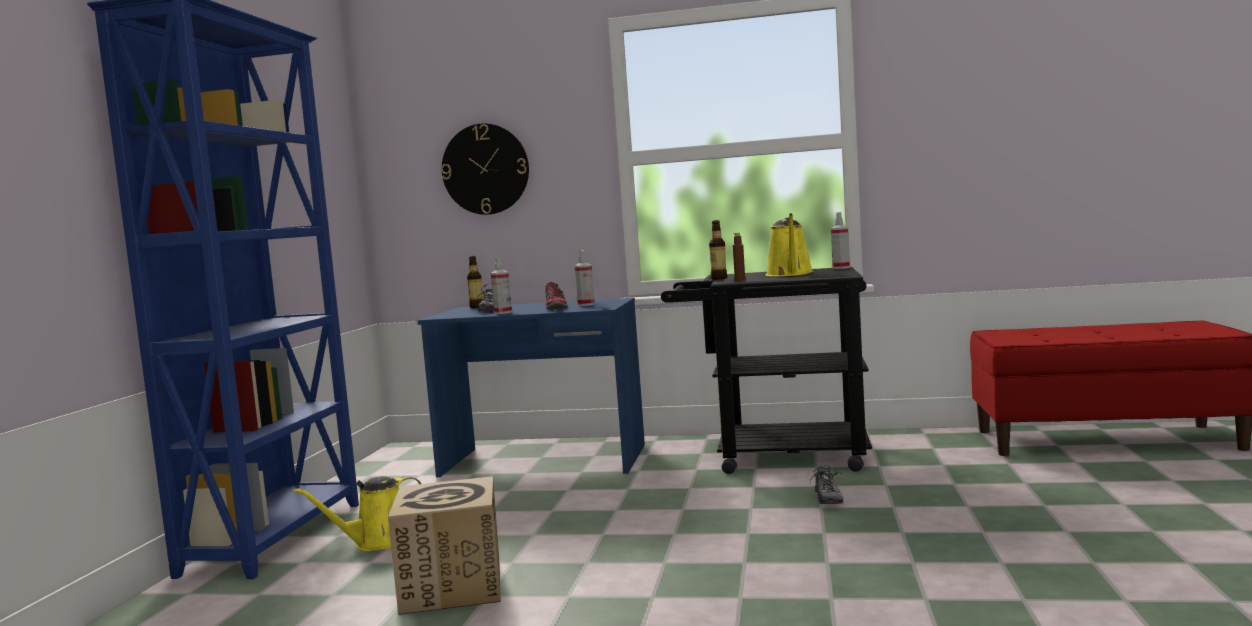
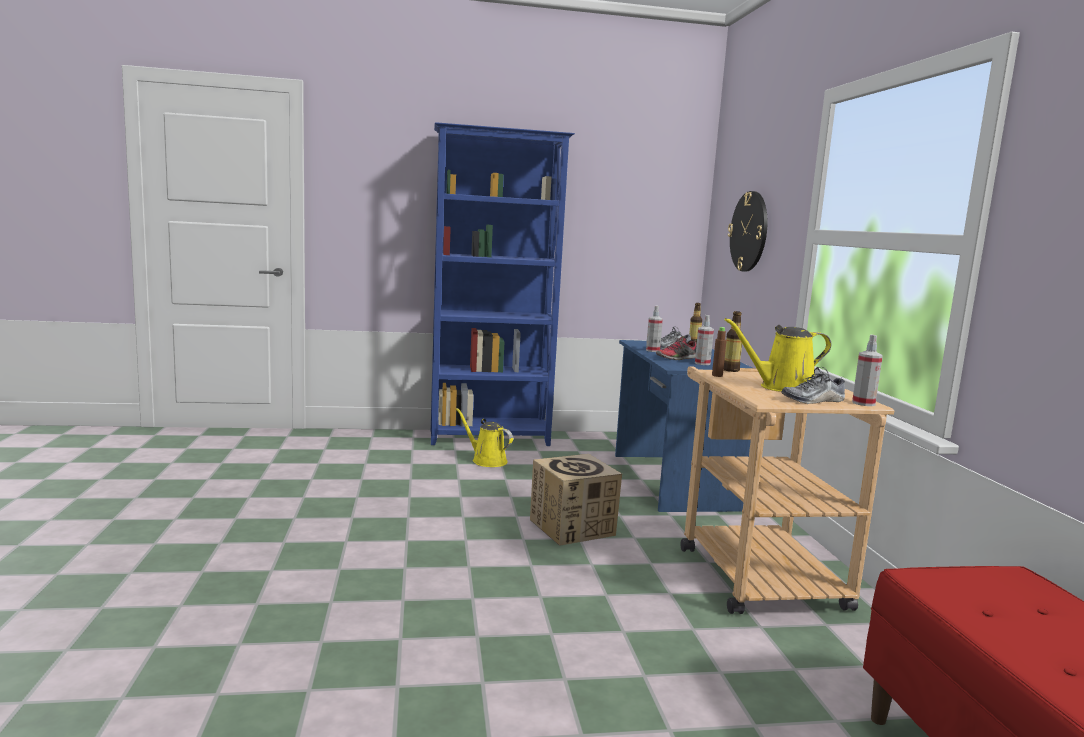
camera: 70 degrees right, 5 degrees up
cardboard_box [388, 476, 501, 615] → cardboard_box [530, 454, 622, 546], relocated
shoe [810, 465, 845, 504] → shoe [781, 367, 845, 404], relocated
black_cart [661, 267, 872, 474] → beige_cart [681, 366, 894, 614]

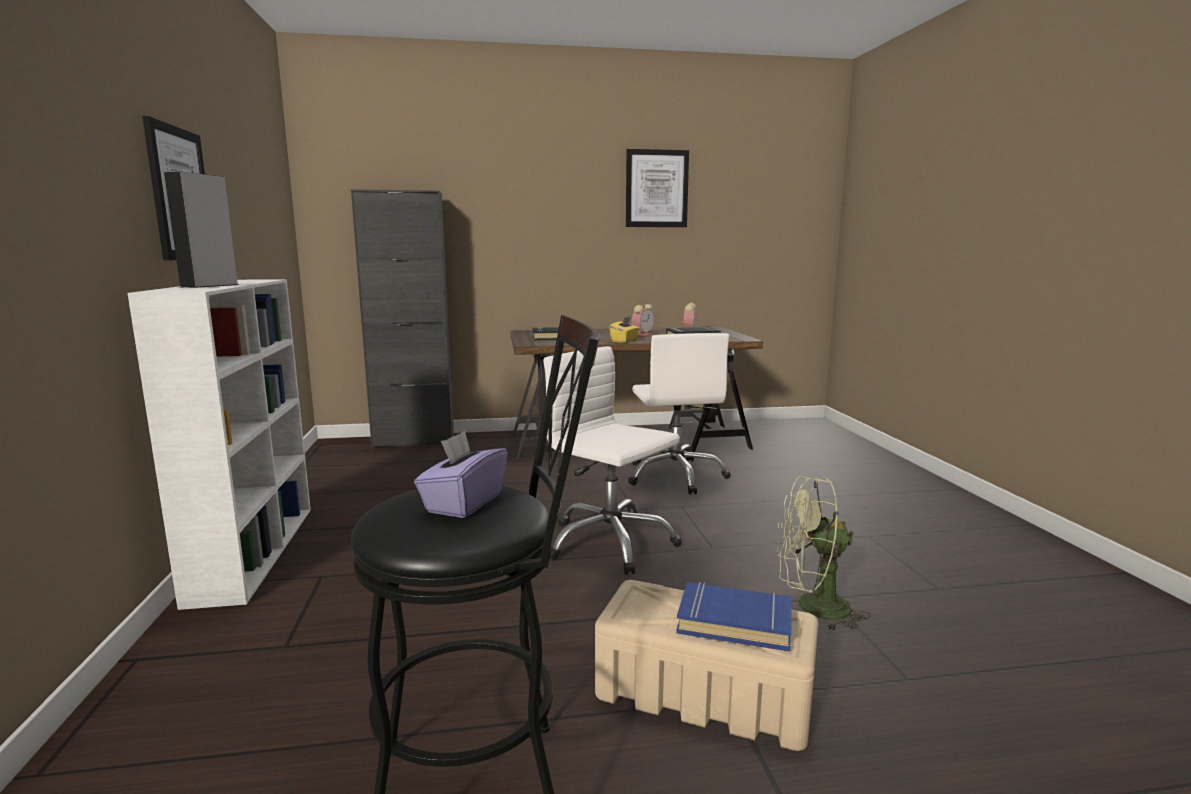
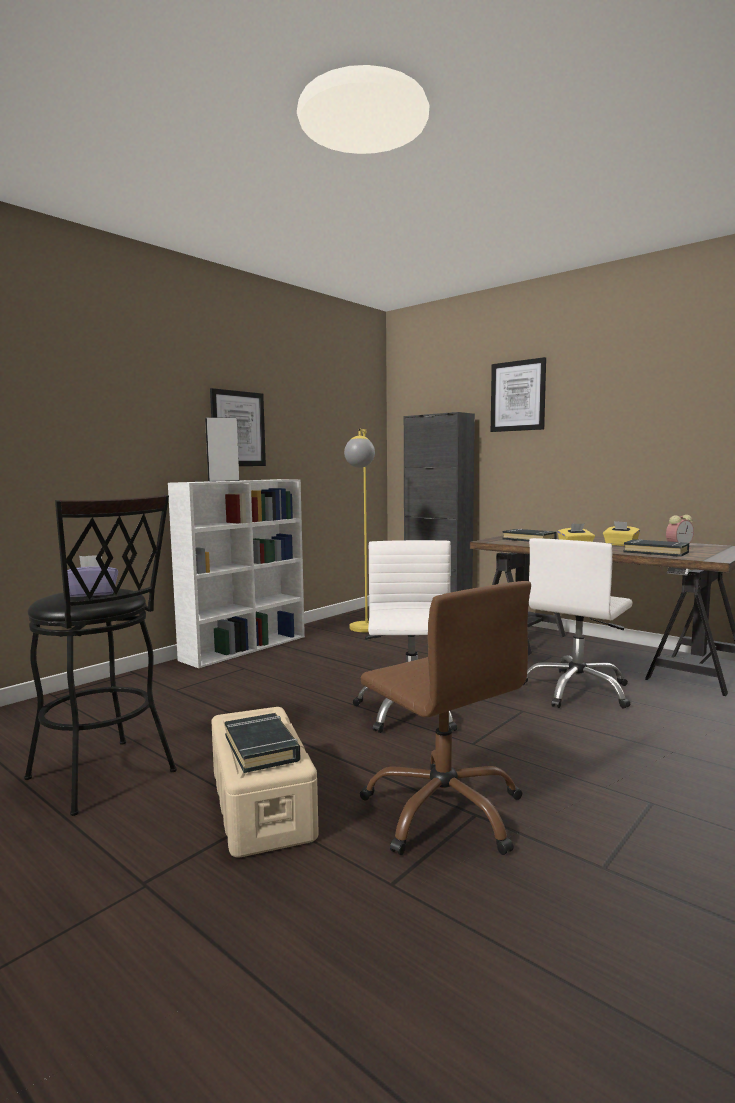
camera: 50 degrees right, 5 degrees down
- → yellow_floor_lamp [344, 428, 375, 632]
picture [626, 149, 689, 227] → picture [491, 357, 546, 432], relocated
alarm_clock [632, 304, 654, 336] → yellow_tissue_box [603, 521, 640, 546]
green_fan [776, 476, 871, 632] → brown_office_chair [360, 581, 531, 855]
blue_book [676, 582, 792, 652] → black_book [225, 713, 300, 773]

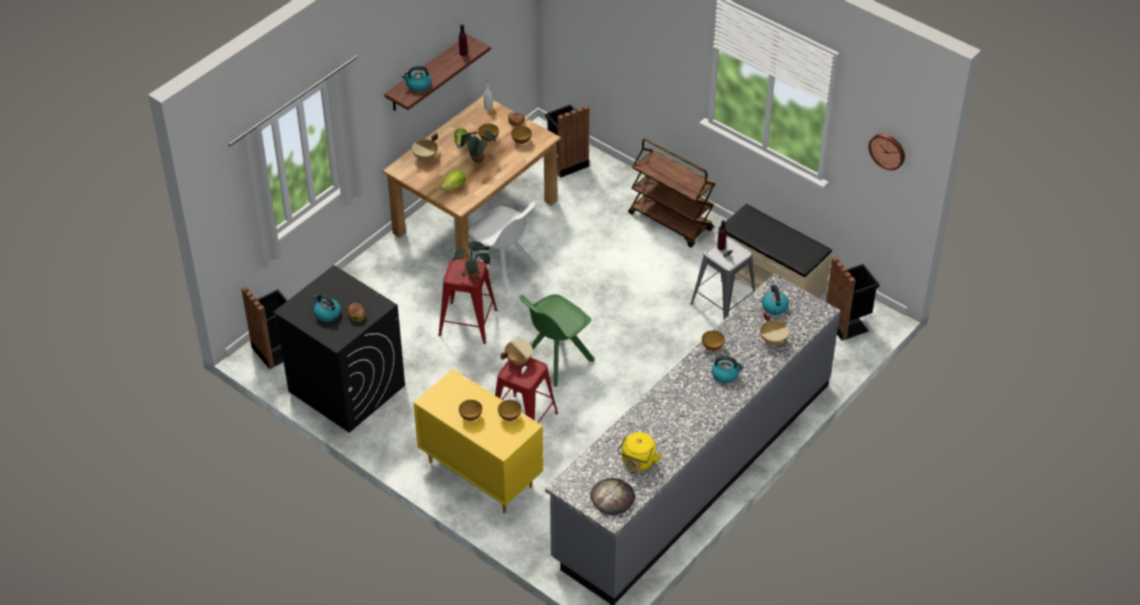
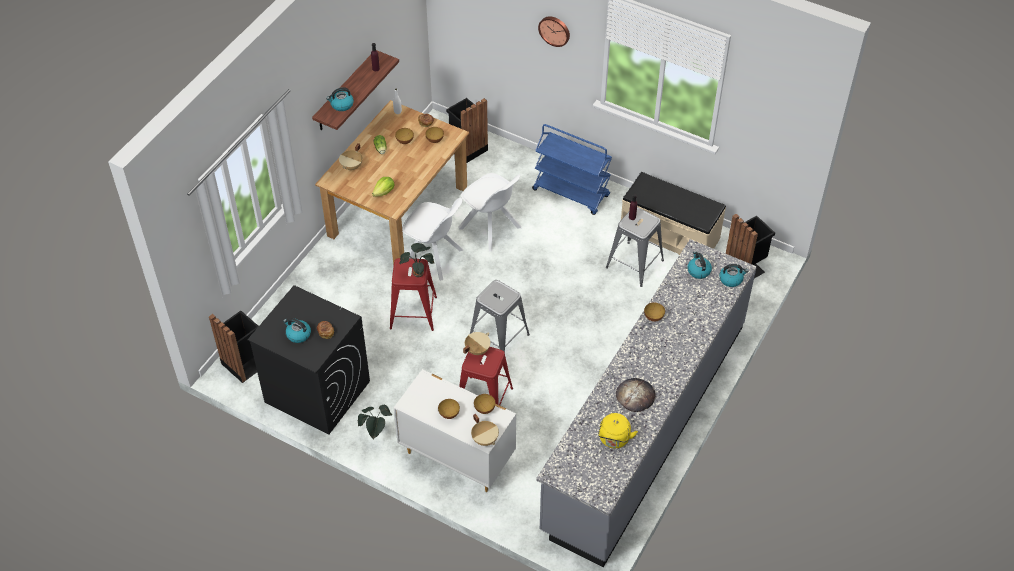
camera: 10 degrees left, 5 degrees up
- → white_chair [458, 173, 521, 252]
potted_plant [460, 131, 496, 163] → potted_plant [358, 405, 392, 439], relocated
bread [590, 478, 635, 515] → bread [616, 378, 655, 412], relocated
kettle [711, 356, 744, 383] → kettle [719, 264, 748, 287], relocated
beige_cooking_pot [760, 312, 789, 345] → beige_cooking_pot [471, 414, 499, 446], relocated
wall_clock [869, 134, 905, 170] → wall_clock [538, 16, 570, 47], relocated
green_chair [520, 294, 595, 387] → grey_stool [470, 280, 530, 352]
yellow_dresser [414, 369, 543, 513] → white_dresser [394, 369, 516, 492]
brown_cart [628, 138, 715, 248] → blue_cart [532, 124, 612, 215]

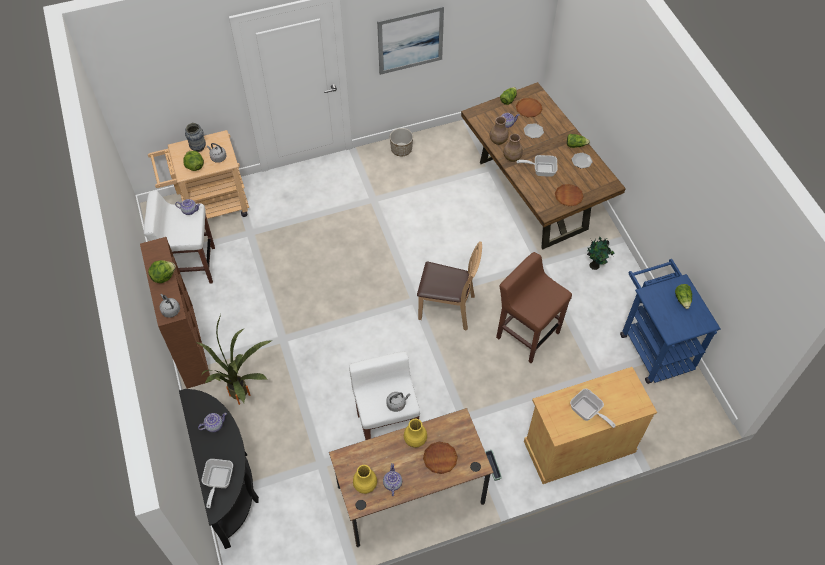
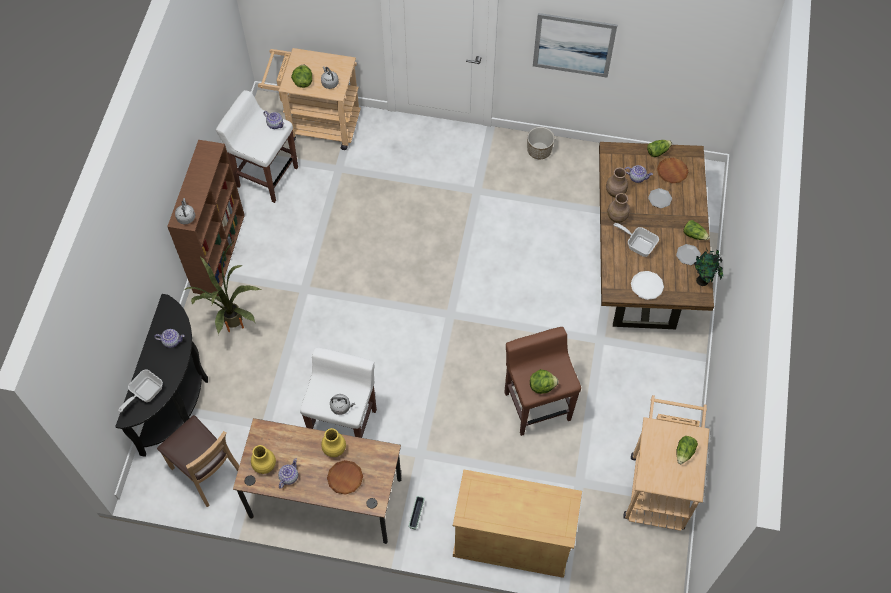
camera: 30 degrees right, 5 degrees up
vase [185, 123, 206, 152] → -
frying_pan [570, 389, 616, 428] → -
lettuce [148, 260, 176, 283] → lettuce [530, 369, 559, 394], relocated
brown_chair [417, 241, 482, 331] → brown_chair [157, 415, 239, 507], relocated
potted_plant [587, 237, 615, 270] → potted_plant [694, 247, 723, 286], relocated
brown_plate [555, 184, 584, 206] → white_plate [631, 271, 664, 300]
blue_cart [620, 259, 721, 384] → beige_cart [623, 395, 710, 531]

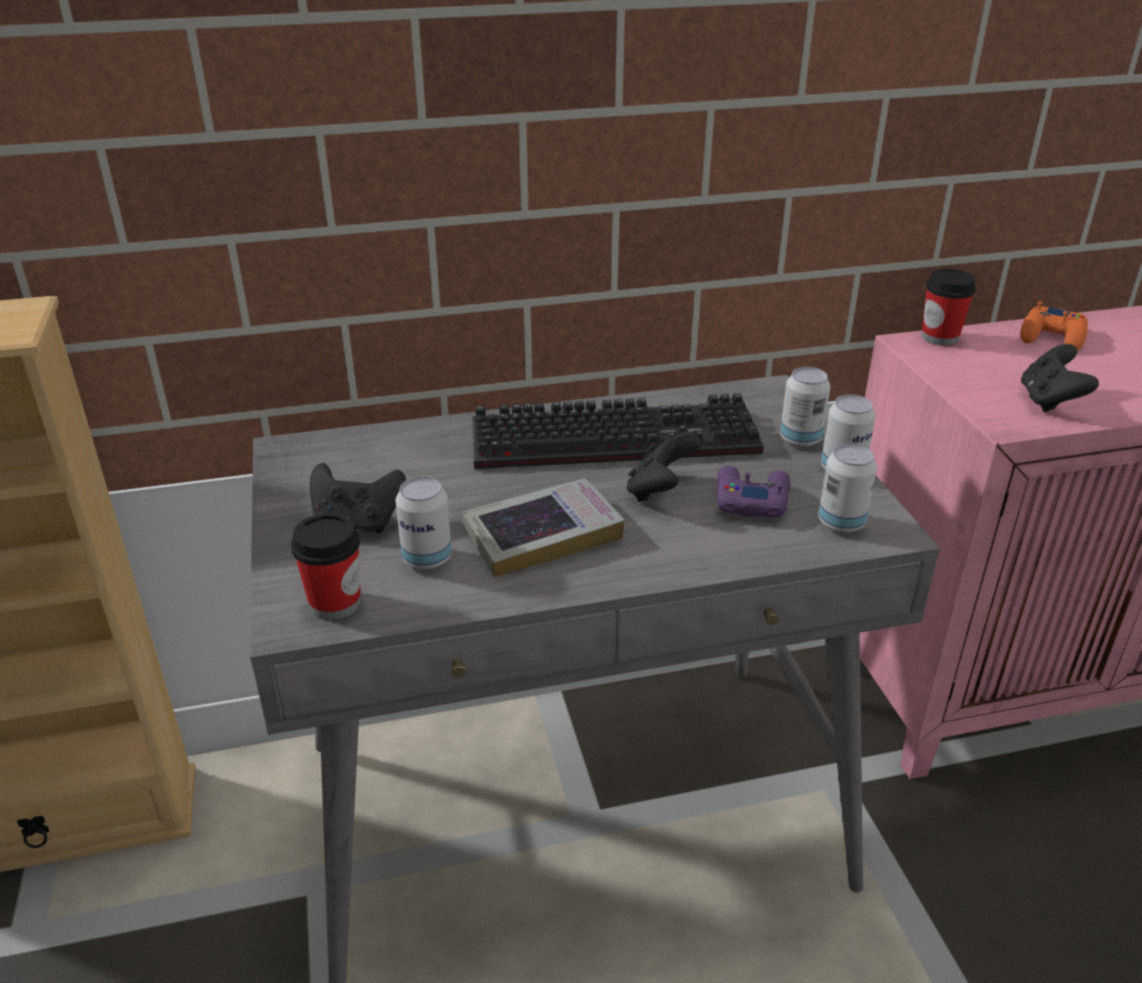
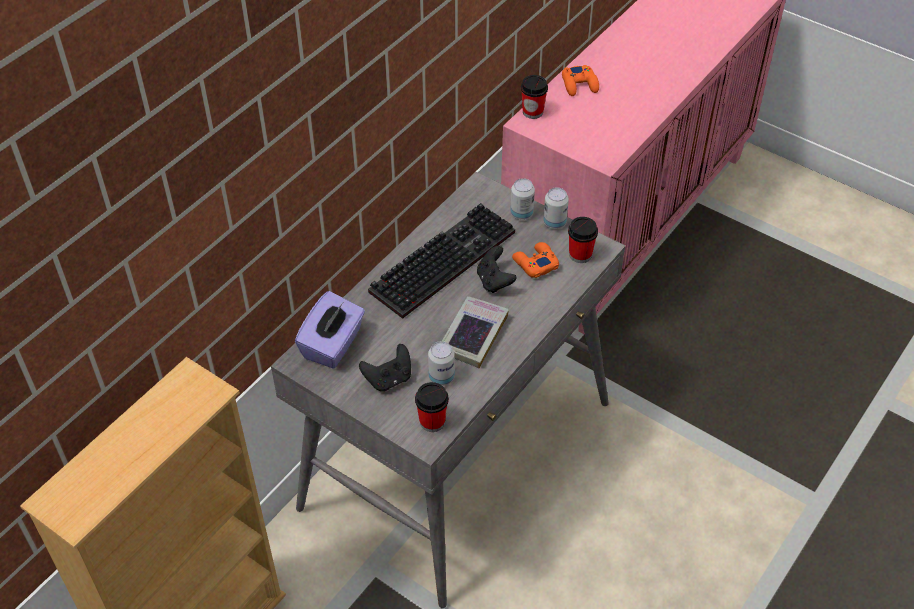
camera: 40 degrees left, 15 degrees up
black_game_controller [1021, 344, 1099, 412] → -
- → purple_tissue_box [295, 291, 365, 369]
can [818, 443, 877, 533] → cup [568, 217, 598, 263]
purple_game_controller [717, 466, 791, 517] → orange_game_controller [512, 242, 559, 278]

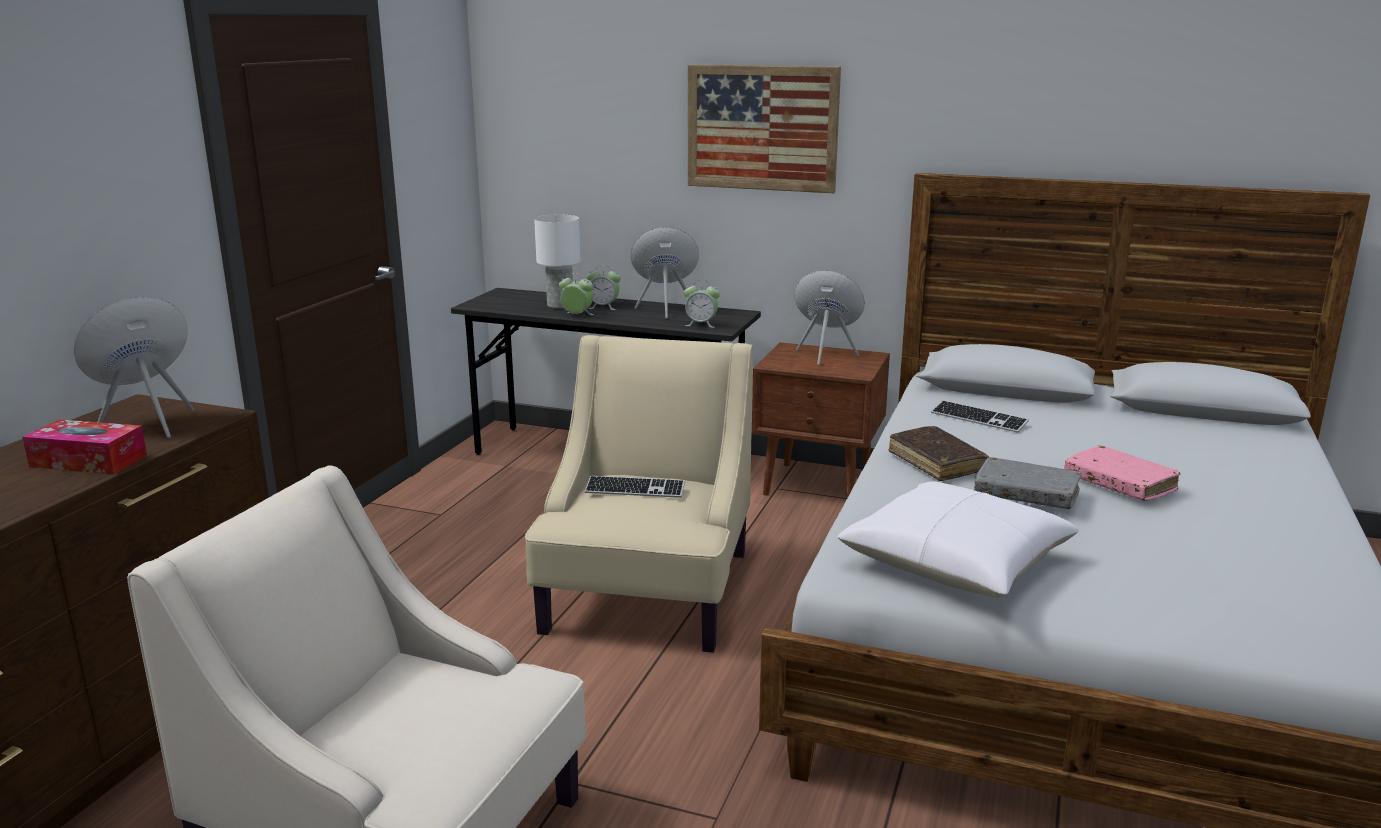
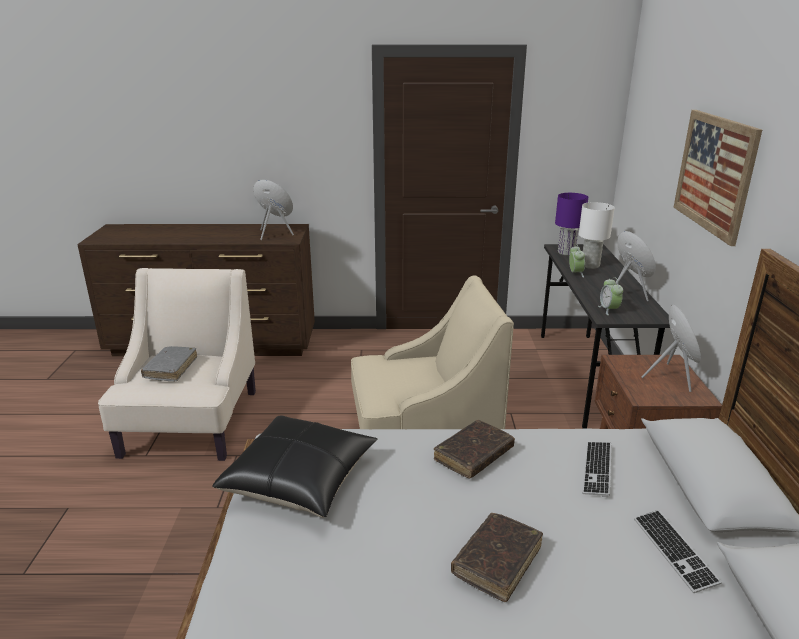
camera: 70 degrees right, 5 degrees up
tissue_box [22, 419, 147, 474] → -
alarm_clock [587, 265, 620, 310] → -
- → purple_table_lamp [555, 193, 588, 256]
keyboard [585, 476, 685, 498] → keyboard [634, 510, 722, 593], relocated
grey_book [974, 457, 1082, 509] → grey_book [141, 346, 197, 381], relocated
white_pillow [838, 481, 1079, 597] → black_pillow [212, 415, 378, 517]
pink_book [1064, 445, 1181, 501] → brown_book [451, 513, 543, 602]

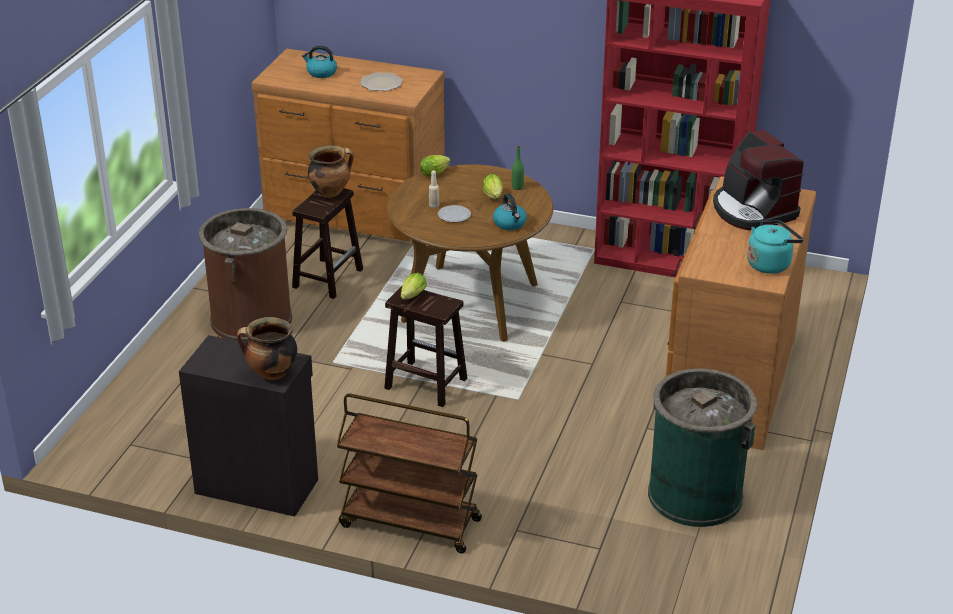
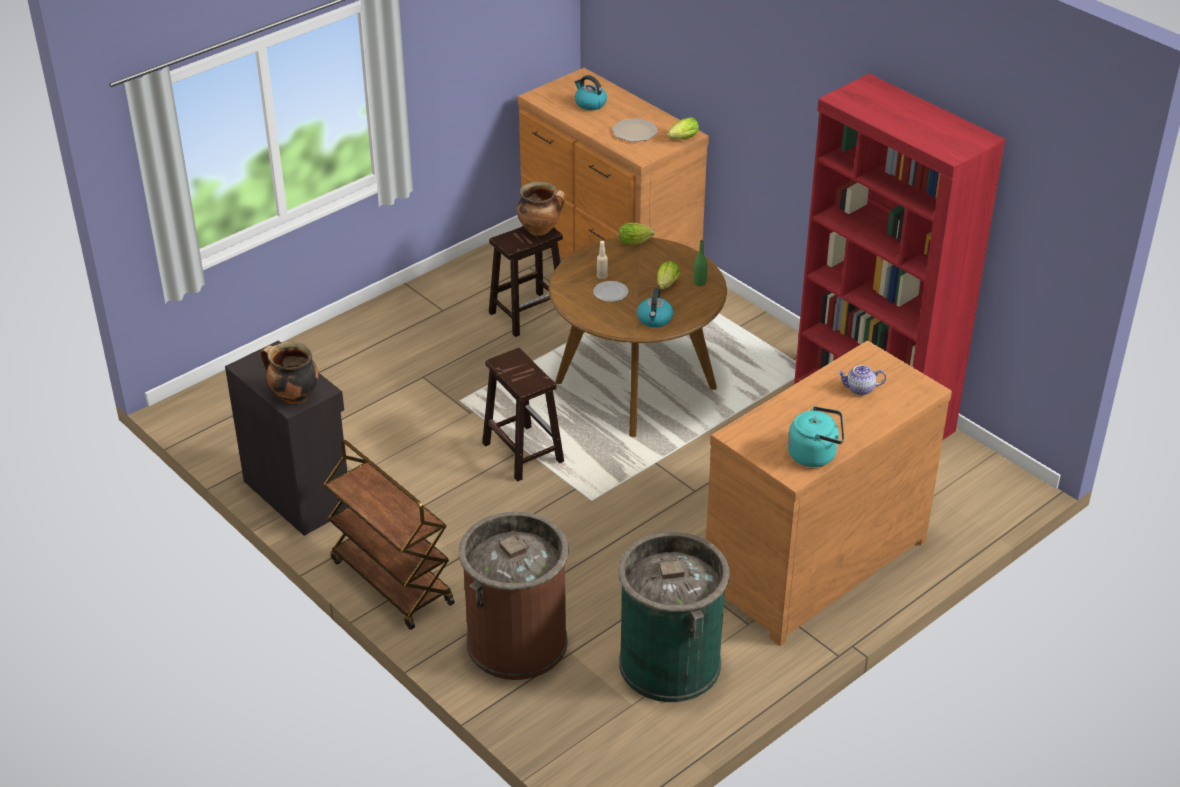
camera: 30 degrees right, 5 degrees up
brown_trash_can [199, 208, 292, 342] → brown_trash_can [459, 512, 569, 680], relocated
lettuce [401, 273, 427, 299] → lettuce [667, 117, 699, 139], relocated
coffee_machine [713, 130, 804, 230] → teapot [838, 365, 886, 395]

